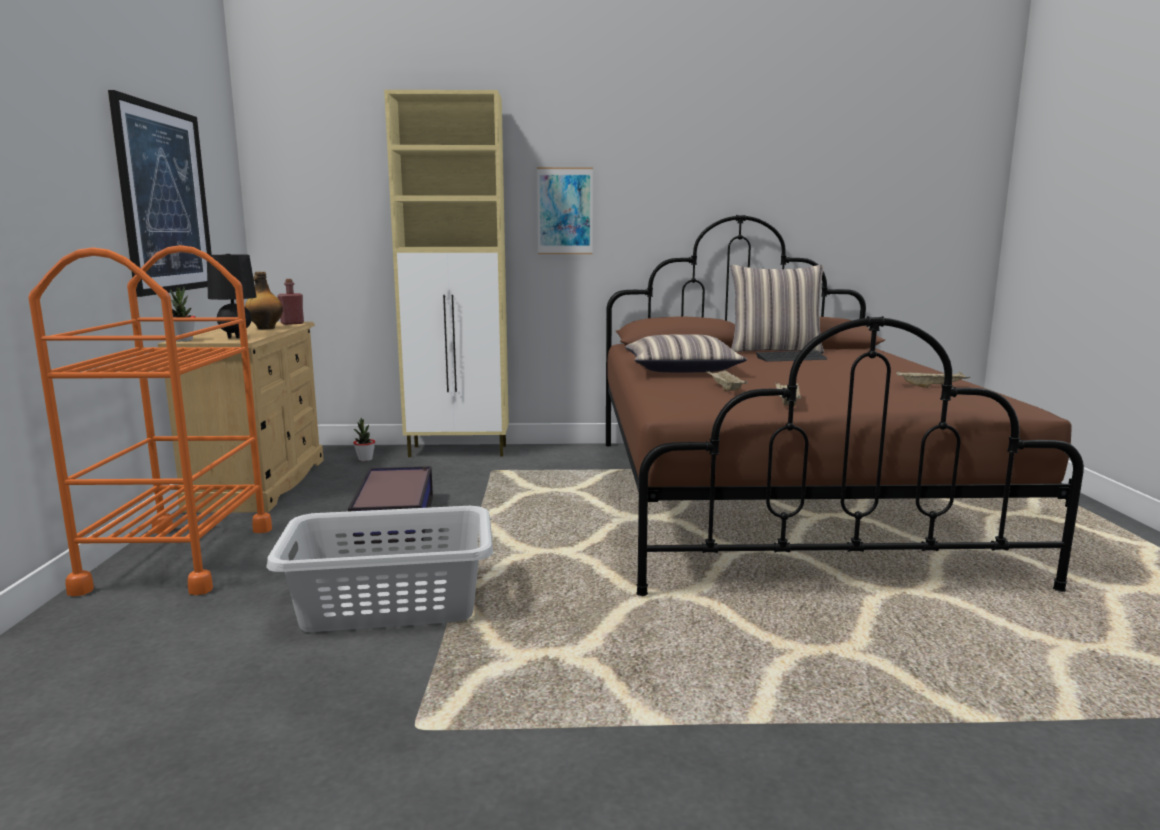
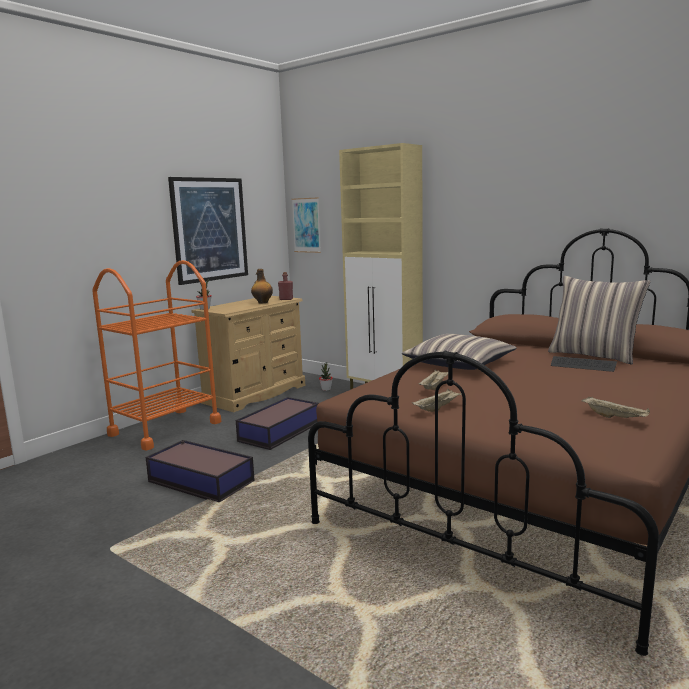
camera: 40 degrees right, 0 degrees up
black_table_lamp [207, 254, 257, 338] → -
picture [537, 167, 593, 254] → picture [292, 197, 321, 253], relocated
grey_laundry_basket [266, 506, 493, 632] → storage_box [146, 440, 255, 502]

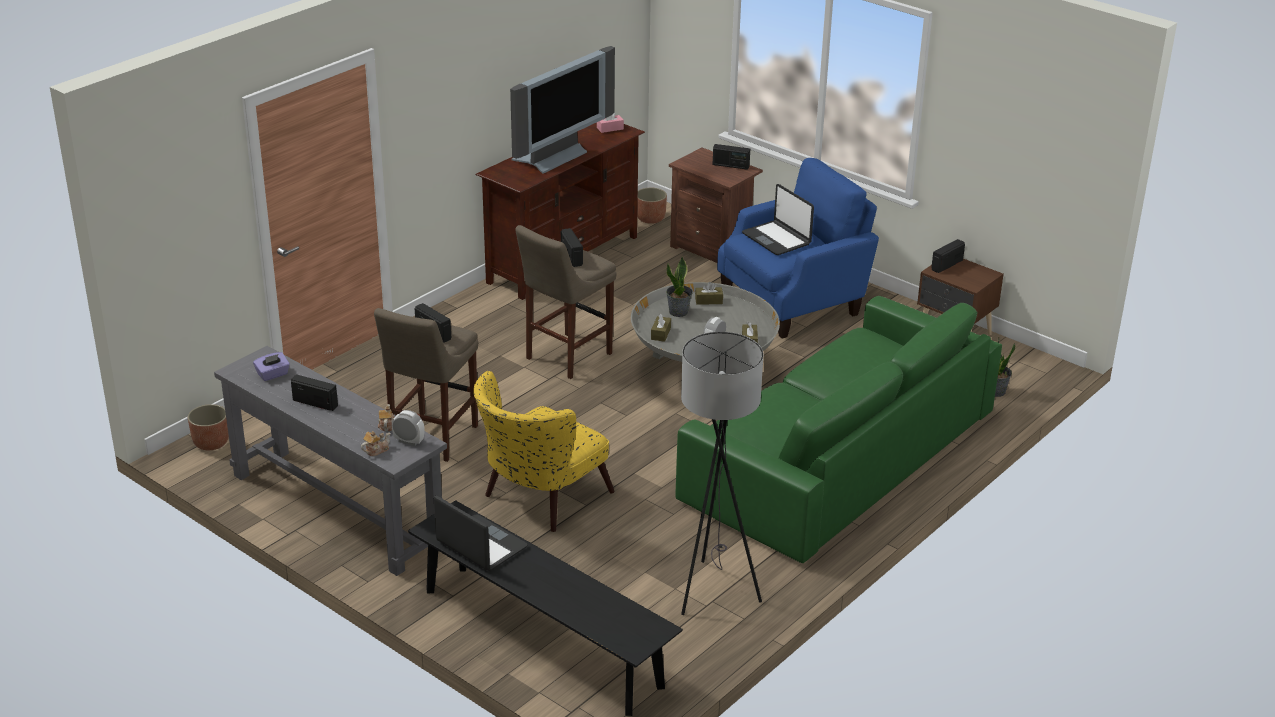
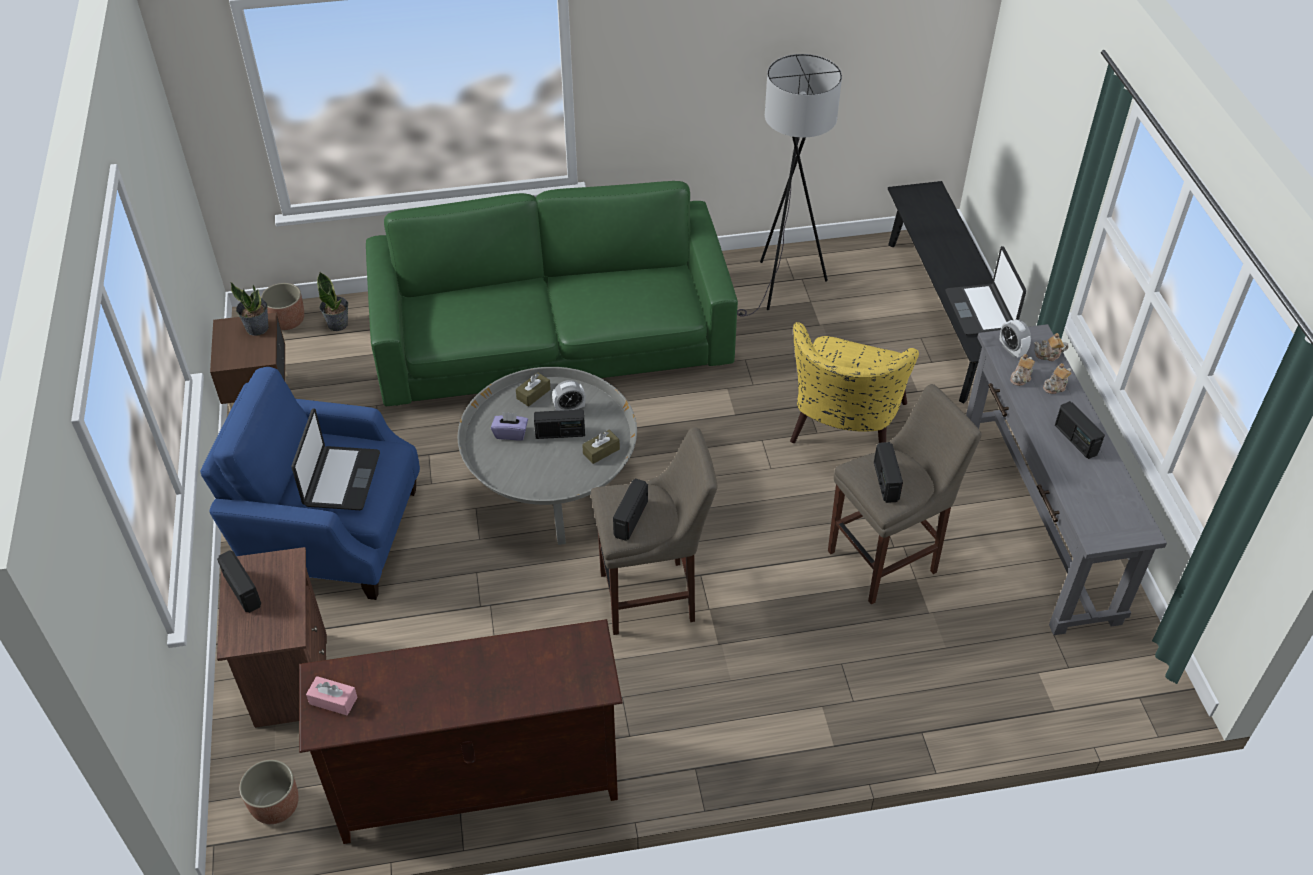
camera: 140 degrees left, 15 degrees up
television [510, 46, 615, 174] → -
brown_tissue_box [695, 282, 723, 305] → -
- → teapot [1043, 363, 1072, 394]
planter [188, 404, 229, 450] → planter [261, 283, 304, 330], relocated
purple_tissue_box [253, 352, 290, 381] → purple_tissue_box [491, 412, 528, 440], relocated
potted_plant [666, 256, 693, 317] → potted_plant [230, 282, 269, 336], relocated
radio [931, 239, 965, 273] → radio [534, 409, 585, 439], relocated
yellow_armchair [473, 371, 615, 532] → yellow_armchair [790, 322, 919, 443], 120 degrees clockwise

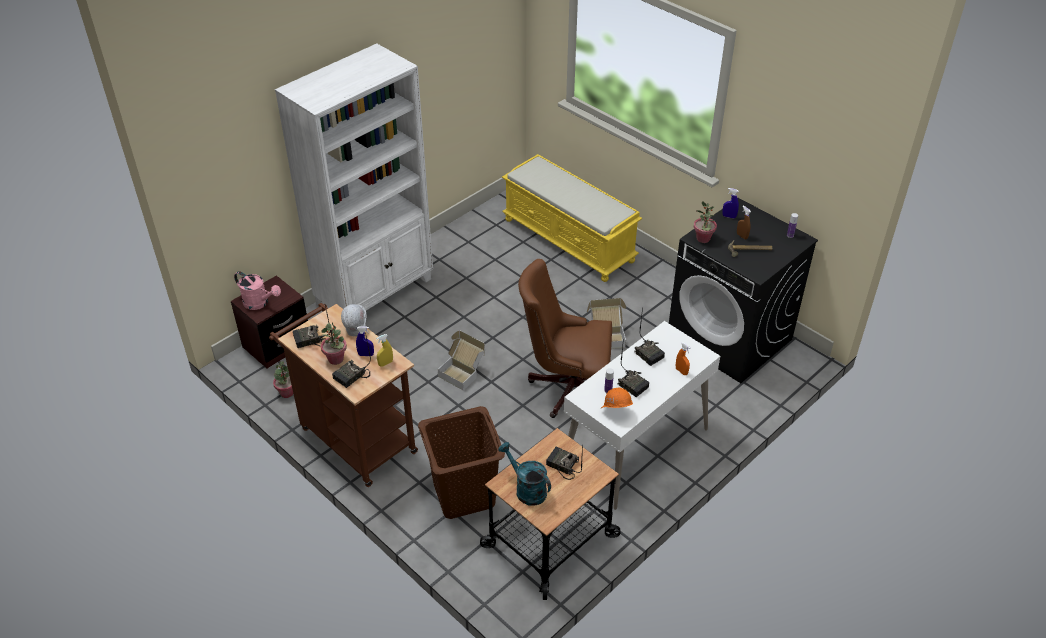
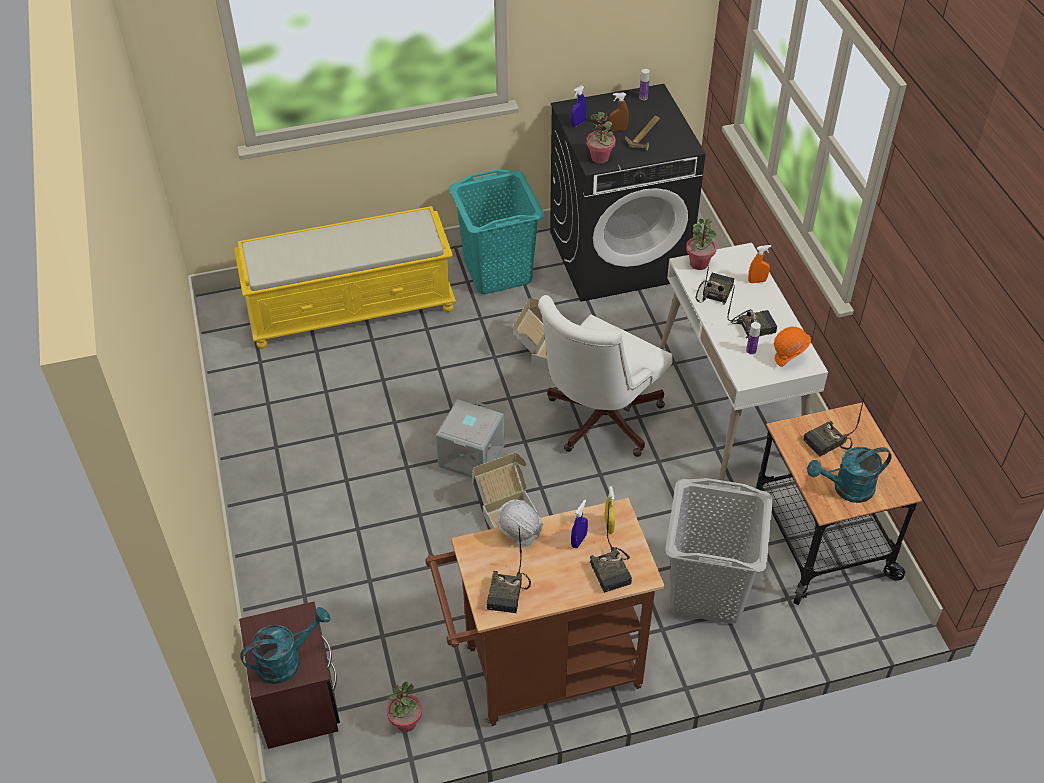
camera: 60 degrees left, 5 degrees up
white_bookcase [275, 44, 433, 310] → -
- → grey_storage_box [436, 399, 504, 479]
- → turquoise_laundry_basket [449, 169, 544, 294]
potted_plant [321, 322, 347, 365] → potted_plant [686, 219, 717, 270], relocated
pink_watering_can [234, 271, 281, 310] → turquoise_watering_can [240, 607, 331, 684]
brown_laundry_basket [418, 406, 505, 519] → grey_laundry_basket [665, 478, 773, 624]
brown_office_chair [518, 259, 612, 418] → white_office_chair [538, 295, 673, 457]
radio [634, 308, 665, 366] → radio [696, 265, 735, 305], 60 degrees counterclockwise

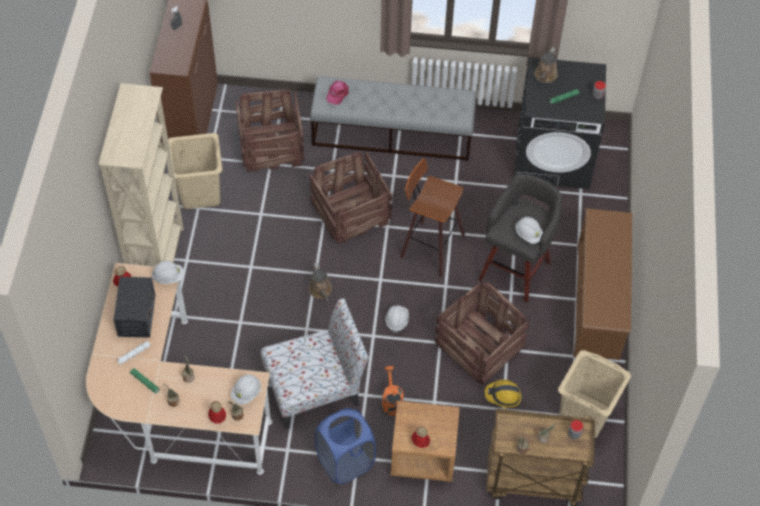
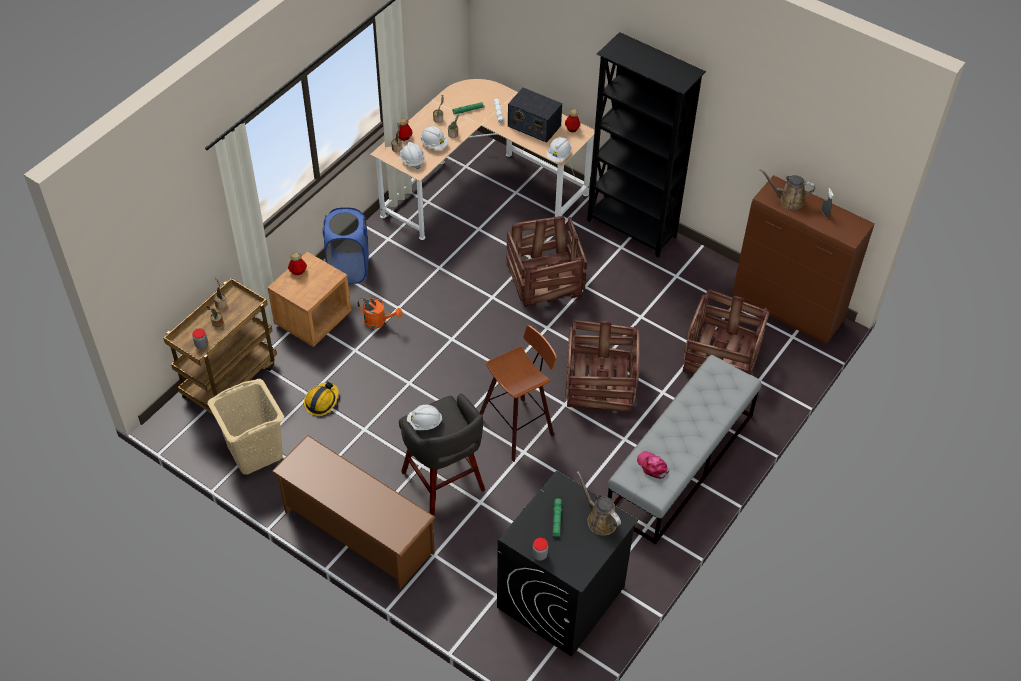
camera: 120 degrees right, 5 degrees down
beige_laundry_basket [168, 133, 222, 209] → -
chair [261, 298, 369, 429] → -
brown_watering_can [309, 263, 332, 301] → brown_watering_can [760, 169, 815, 210], relocated
pink_cap [326, 81, 349, 105] → pink_cap [637, 451, 669, 479], relocated
white_hard_hat [385, 305, 409, 333] → white_hard_hat [420, 126, 448, 150], relocated
crate [435, 281, 529, 385] → crate [507, 216, 587, 307], relocated
beige_bookcase [98, 83, 184, 267] → black_bookcase [587, 32, 706, 257]

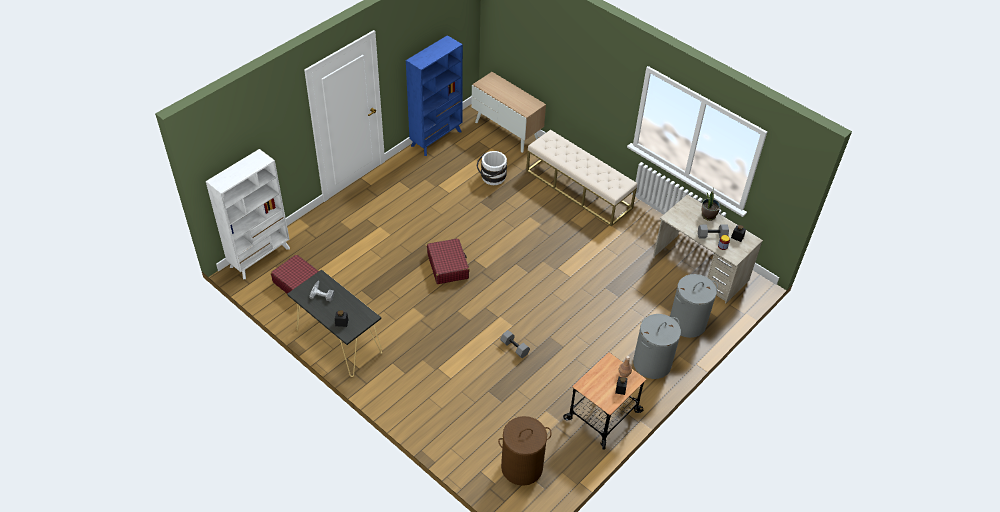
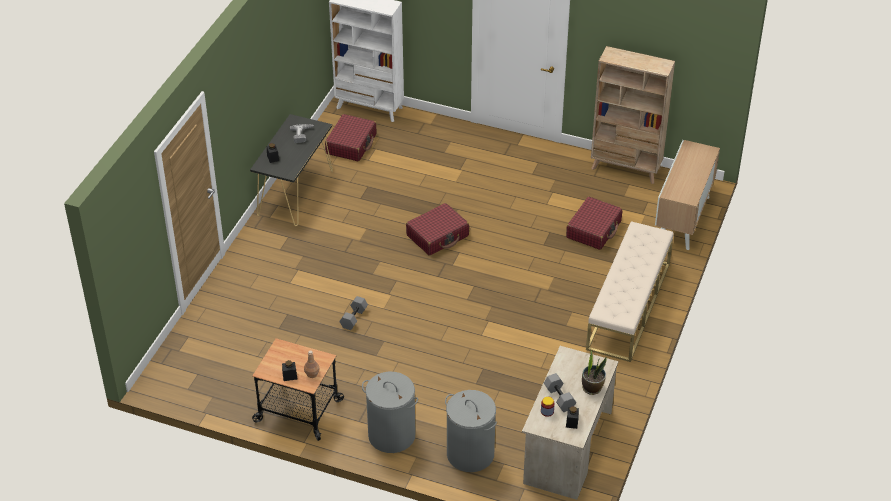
camera: 70 degrees right, 5 degrees down
brown_laundry_basket [498, 416, 552, 486] → -
white_bucket [476, 151, 507, 185] → red_suitcase [566, 197, 622, 250]
blue_bookcase [406, 35, 463, 156] → beige_bookcase [591, 46, 675, 184]

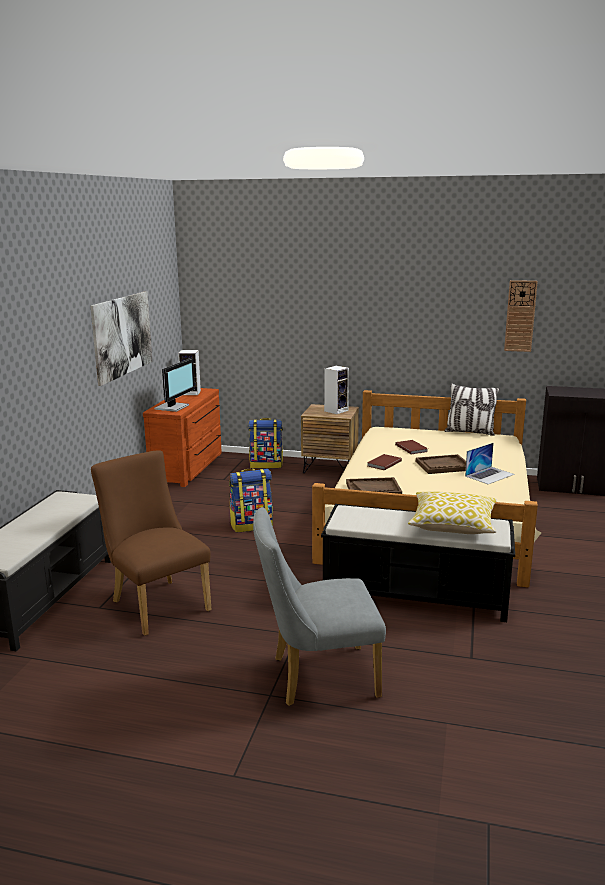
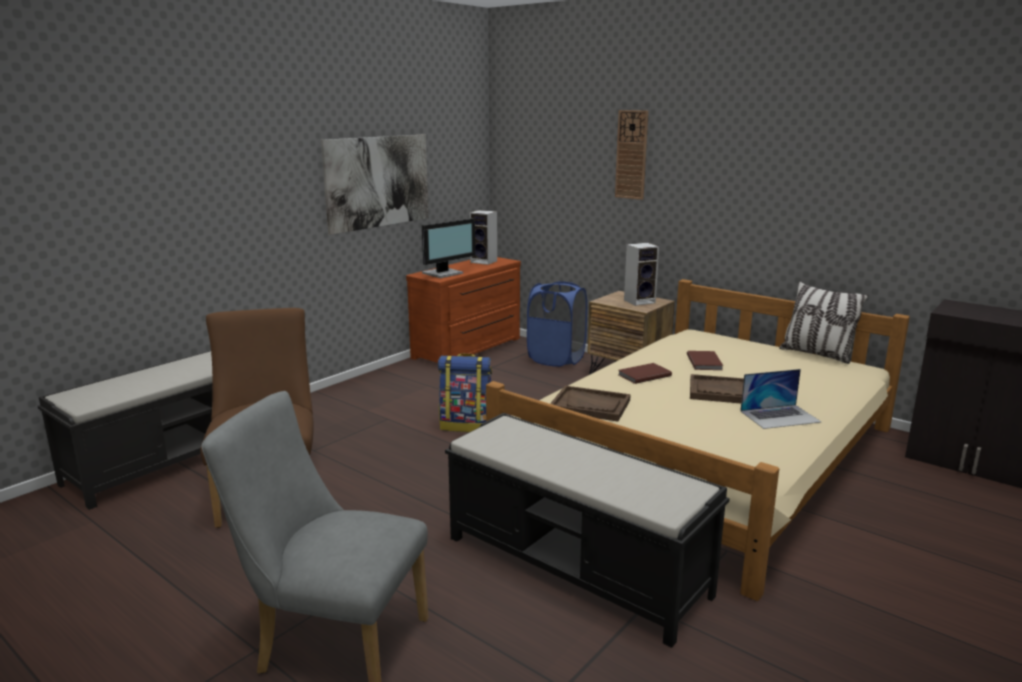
camera: 25 degrees right, 0 degrees up
pillow [408, 491, 497, 534] → -
wall_clock [504, 280, 538, 352] → wall_clock [615, 110, 648, 200], relocated
backpack [248, 418, 283, 469] → blue_laundry_basket [527, 281, 587, 367]

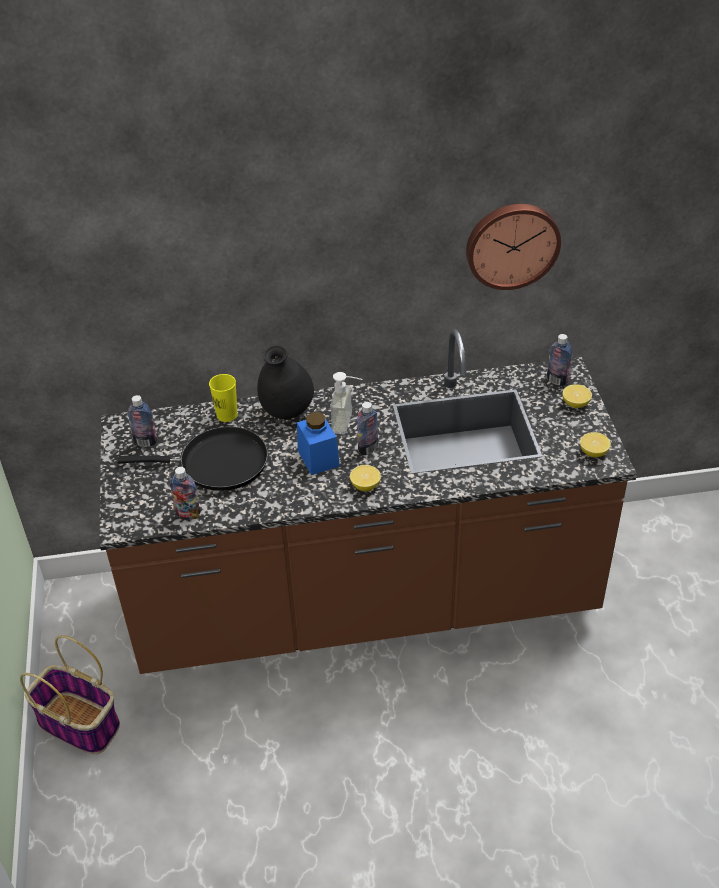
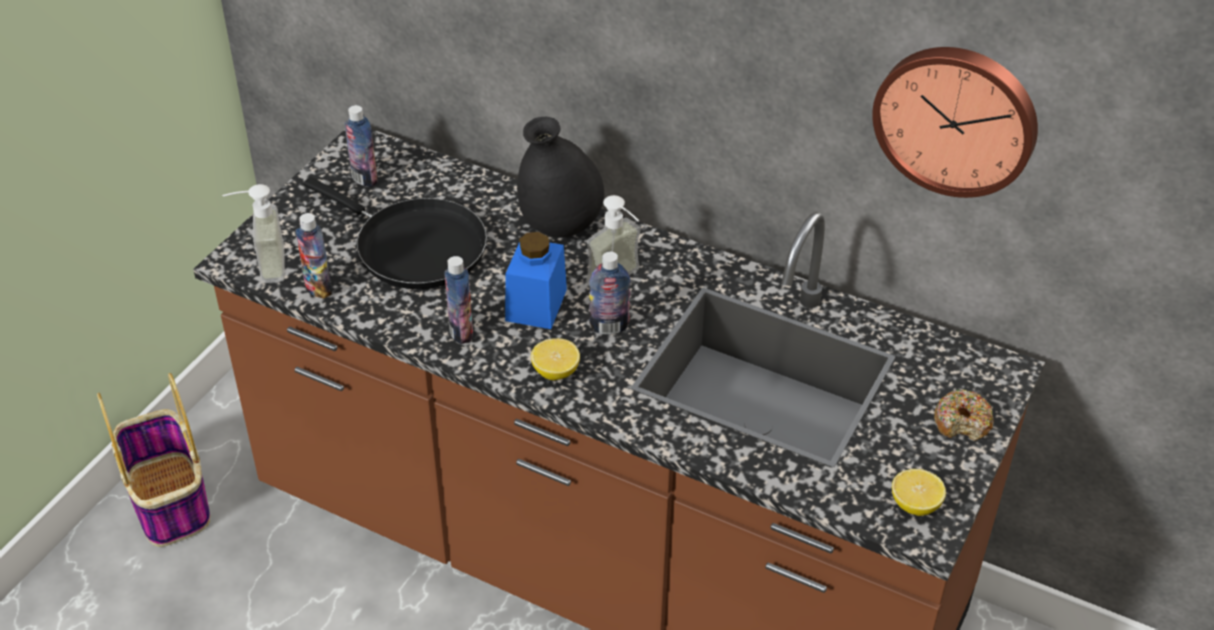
camera: 35 degrees right, 0 degrees up
yellow_cup [209, 374, 238, 422] → -
- → soap_dispenser [222, 184, 285, 283]
bottle [547, 334, 572, 386] → bottle [445, 256, 473, 344], relocated
lemon [563, 384, 592, 408] → donut [934, 389, 994, 441]

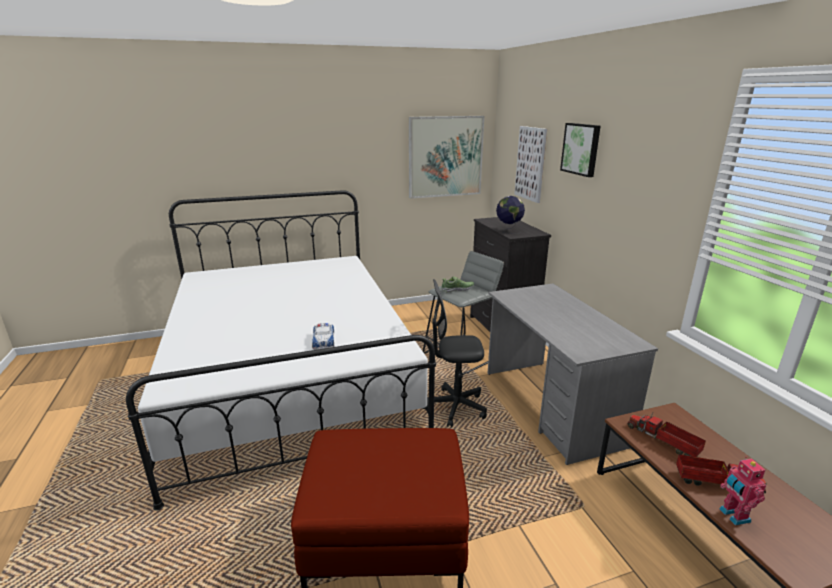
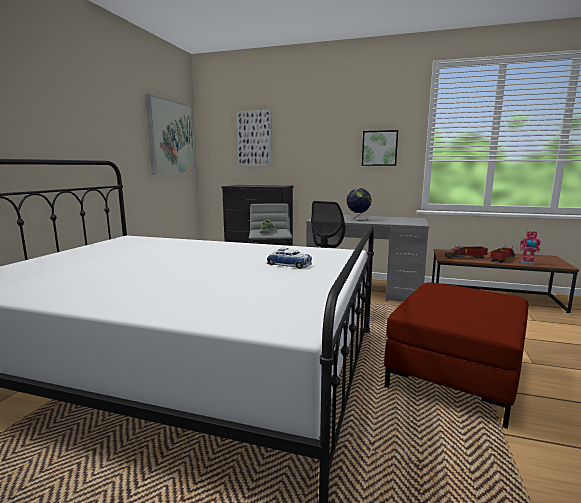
camera: 55 degrees left, 10 degrees down
globe [496, 196, 525, 234] → globe [346, 188, 372, 220], relocated
picture [560, 123, 601, 177] → picture [362, 130, 398, 166], relocated

